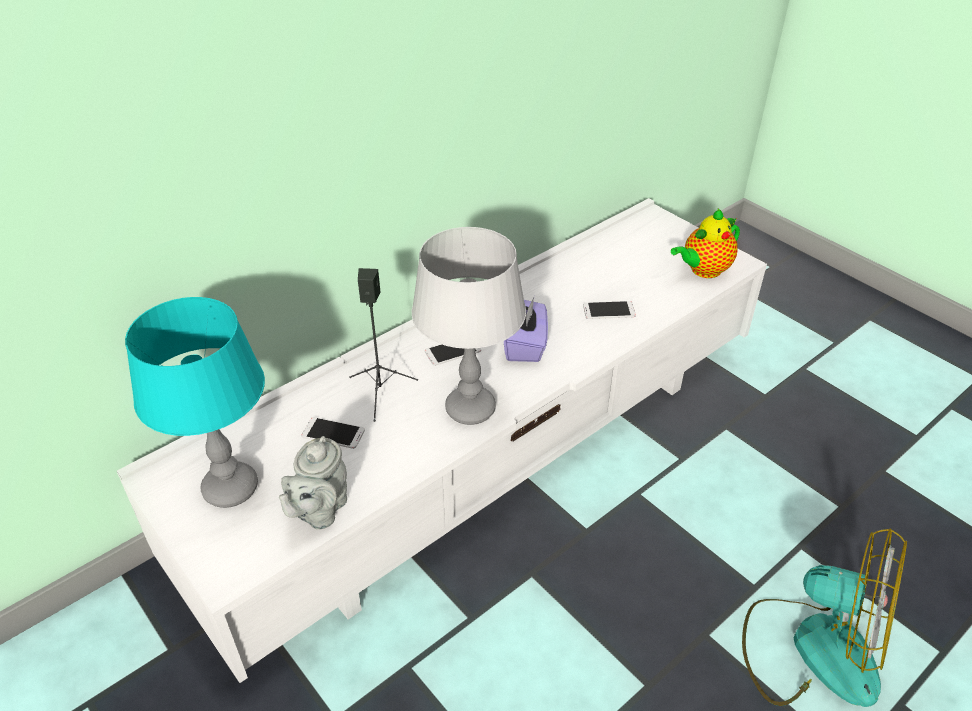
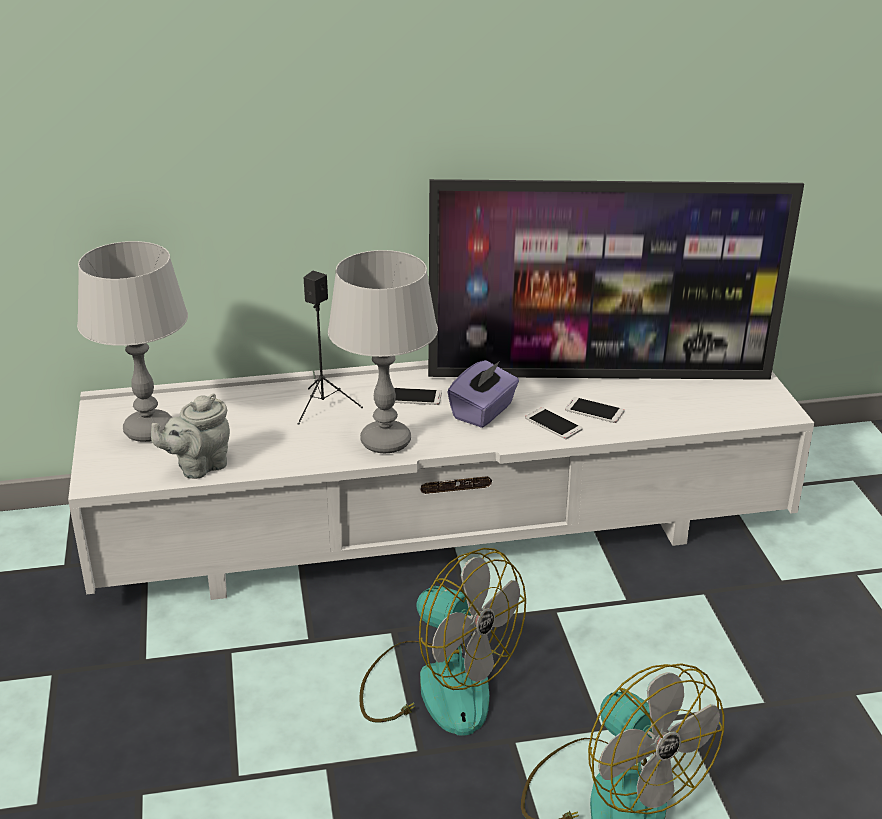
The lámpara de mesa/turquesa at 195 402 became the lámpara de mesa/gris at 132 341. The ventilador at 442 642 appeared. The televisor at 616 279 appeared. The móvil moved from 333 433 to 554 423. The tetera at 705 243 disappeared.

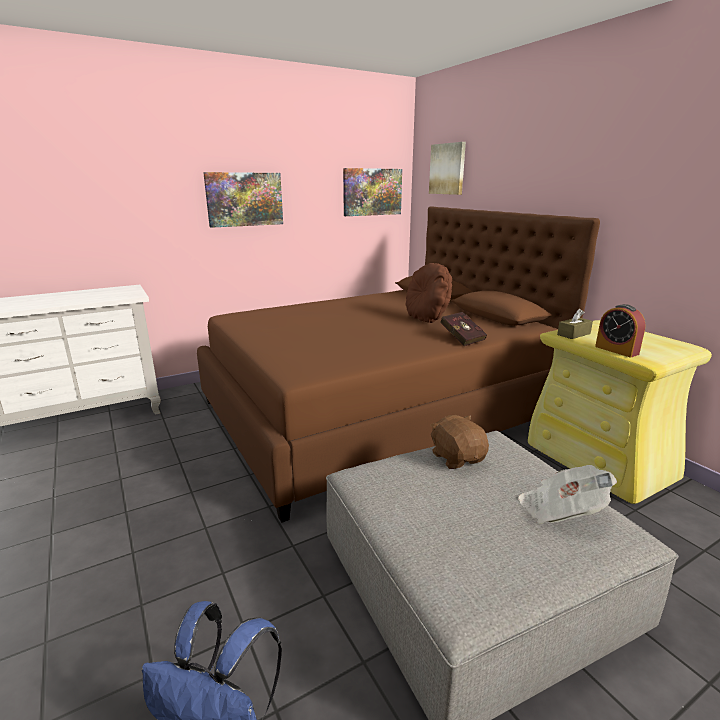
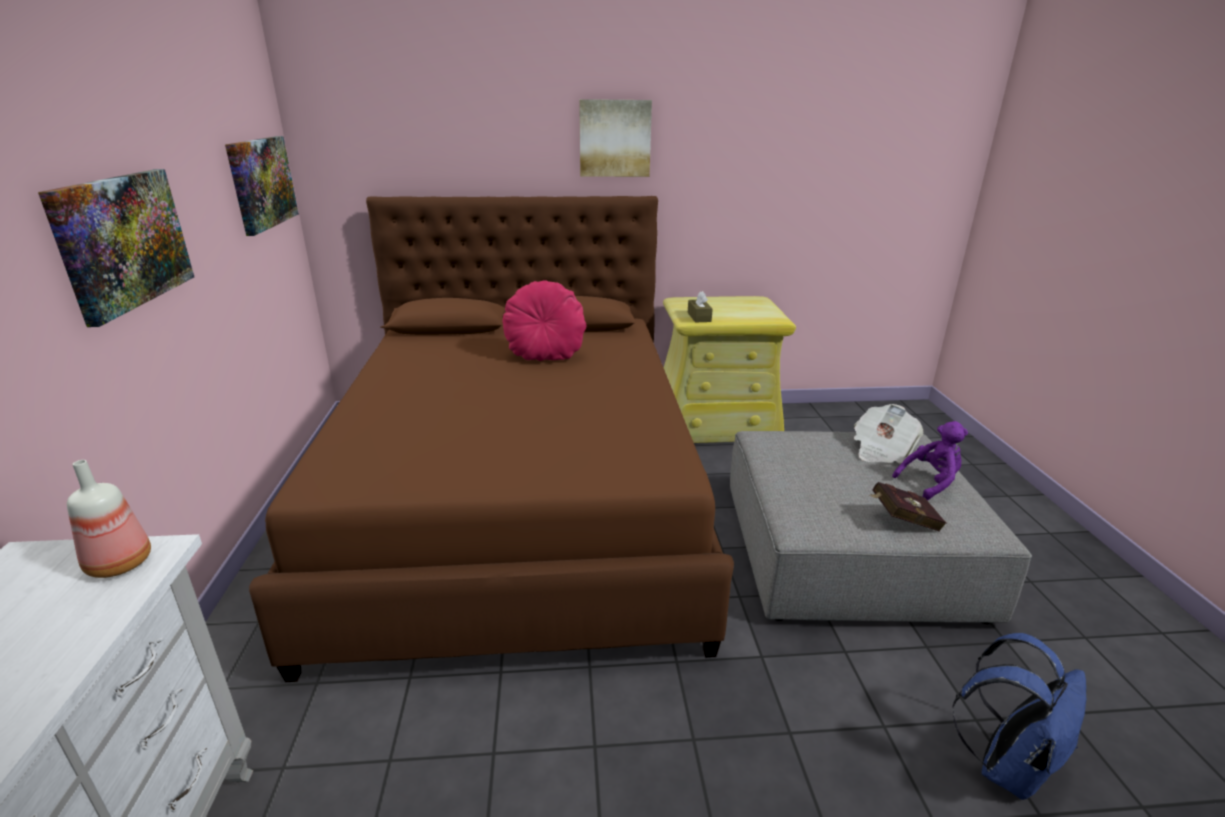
The botella at 109 519 appeared. The cojín/marrón at 429 293 became the cojín/rosa at 544 321. The cuadro moved from 447 168 to 615 138. The libro/rojo moved from 463 329 to 908 507. The peluche/morado at 930 460 appeared. The peluche/marrón at 459 442 disappeared. The despertador at 620 330 disappeared.

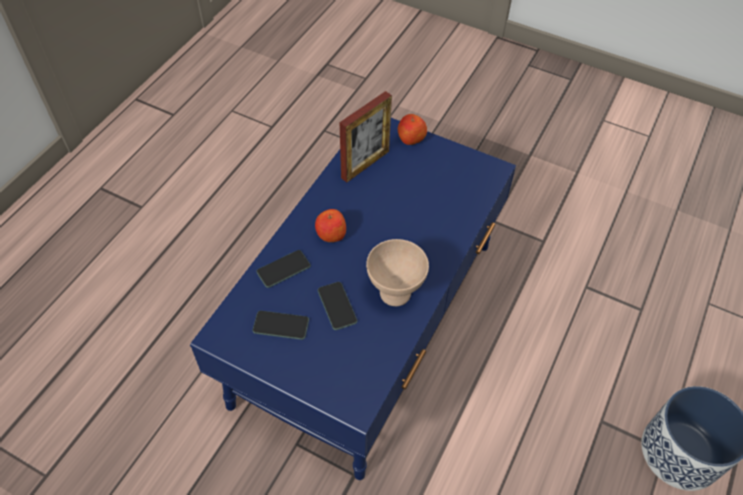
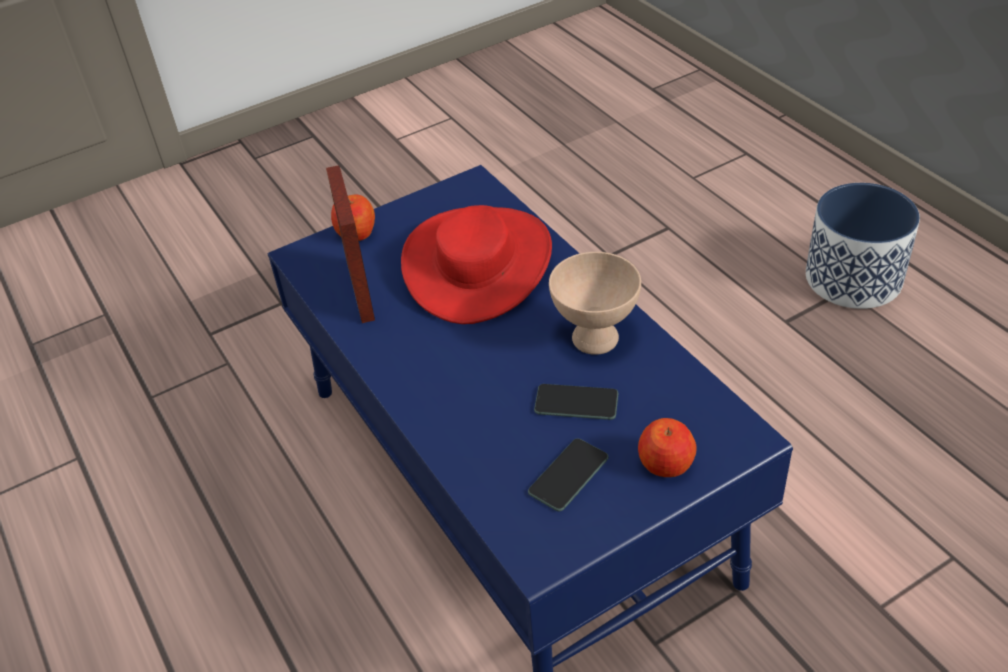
The sombrero/rojo at 476 264 appeared. The manzana moved from 330 225 to 667 447. The móvil at 283 269 disappeared.

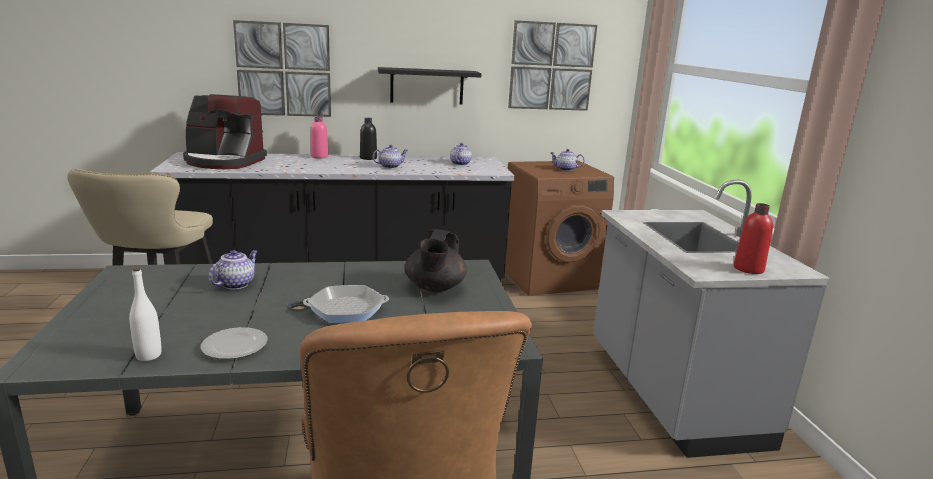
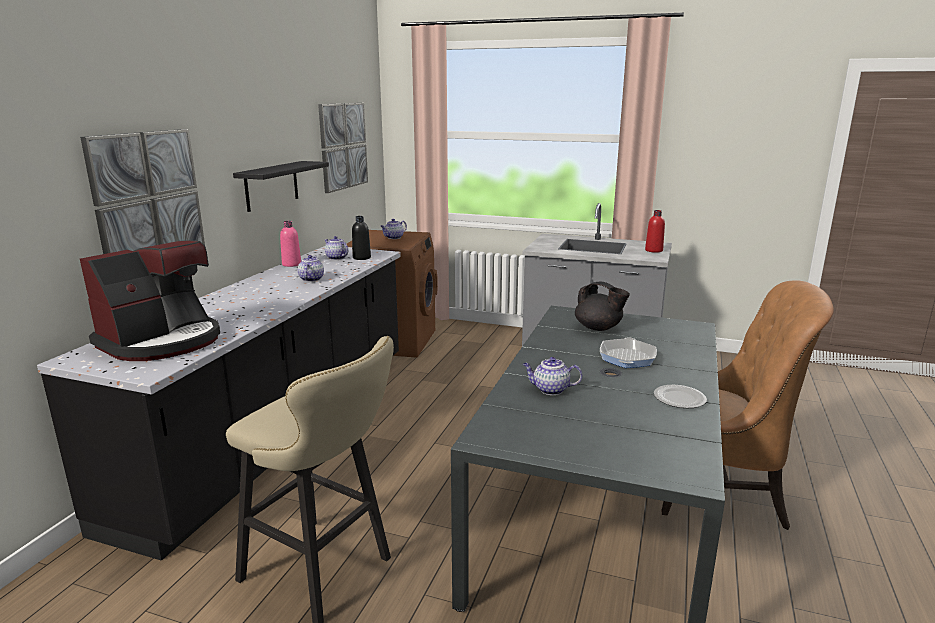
The botella/rosa moved from 320 137 to 290 244. The botella/negro moved from 368 139 to 361 238. The tetera at 233 269 turned 45 degrees counterclockwise. The botella/blanco at 145 314 disappeared.

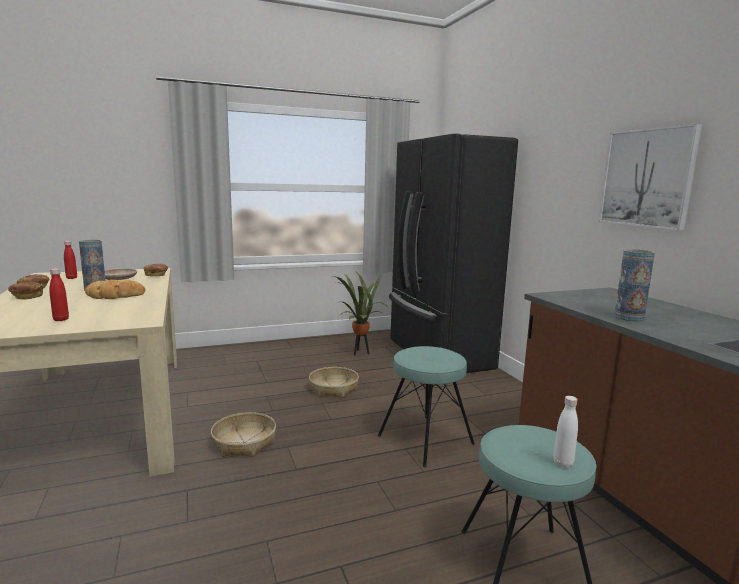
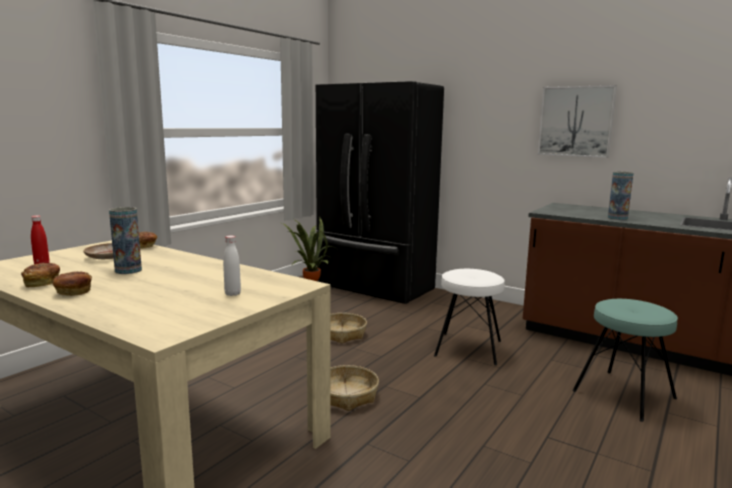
The botella/blanco moved from 565 432 to 232 265. The taburete/turquesa at 426 406 became the taburete/blanco at 469 317. The botella/rojo at 59 294 disappeared. The pan at 115 289 disappeared.

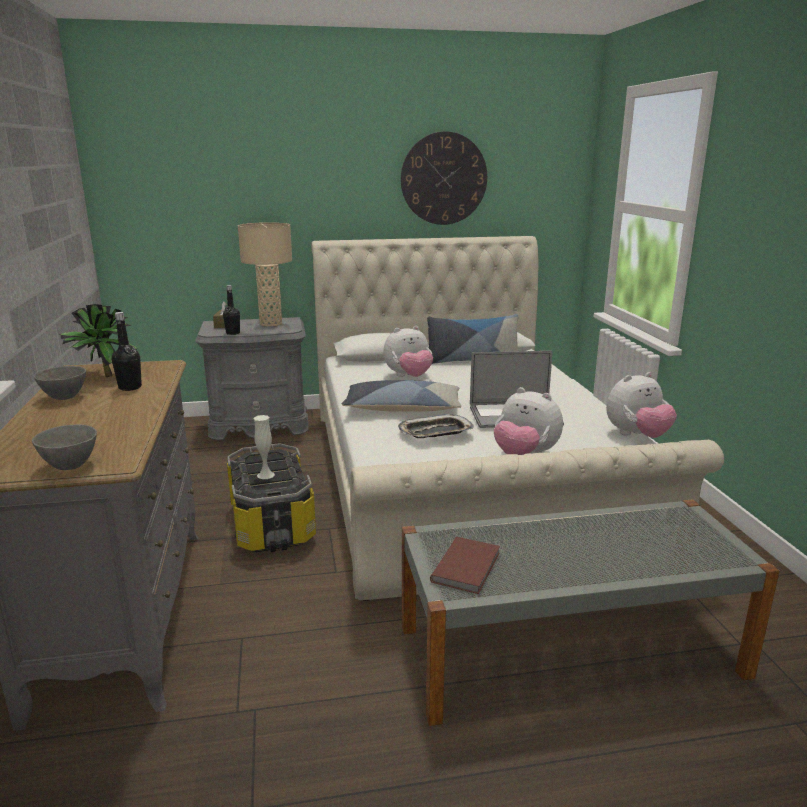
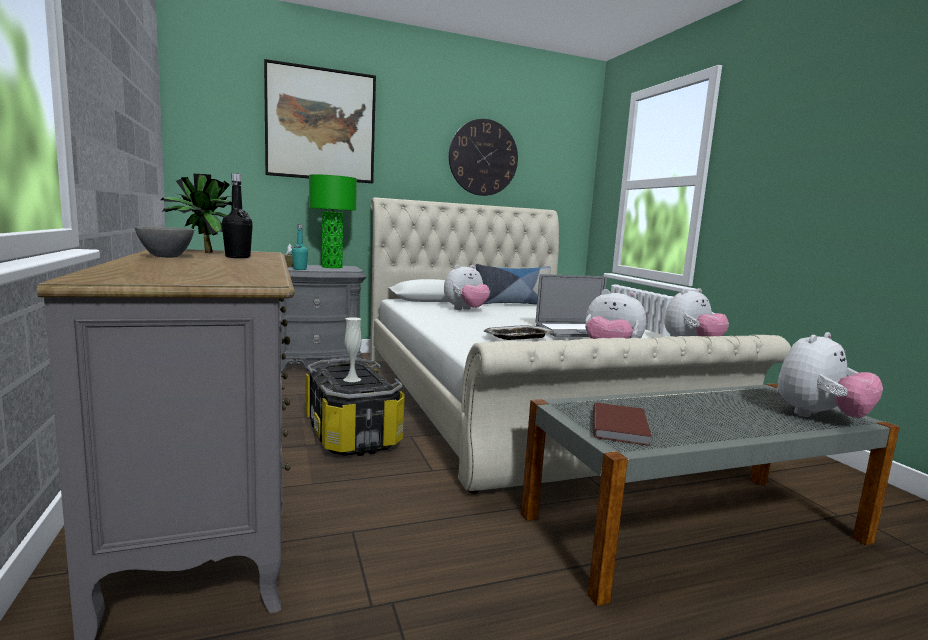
The cuadro at 320 121 appeared. The botella/negro at 231 310 became the botella/turquesa at 300 247. The lámpara de mesa/beis at 265 274 became the lámpara de mesa/verde at 333 221. The peluche at 830 375 appeared. The cuenco/gris at 64 447 disappeared. The cojín at 401 396 disappeared.

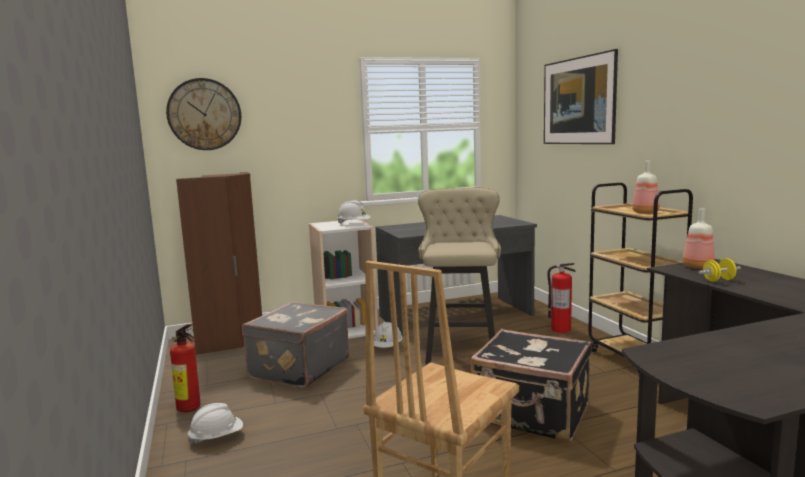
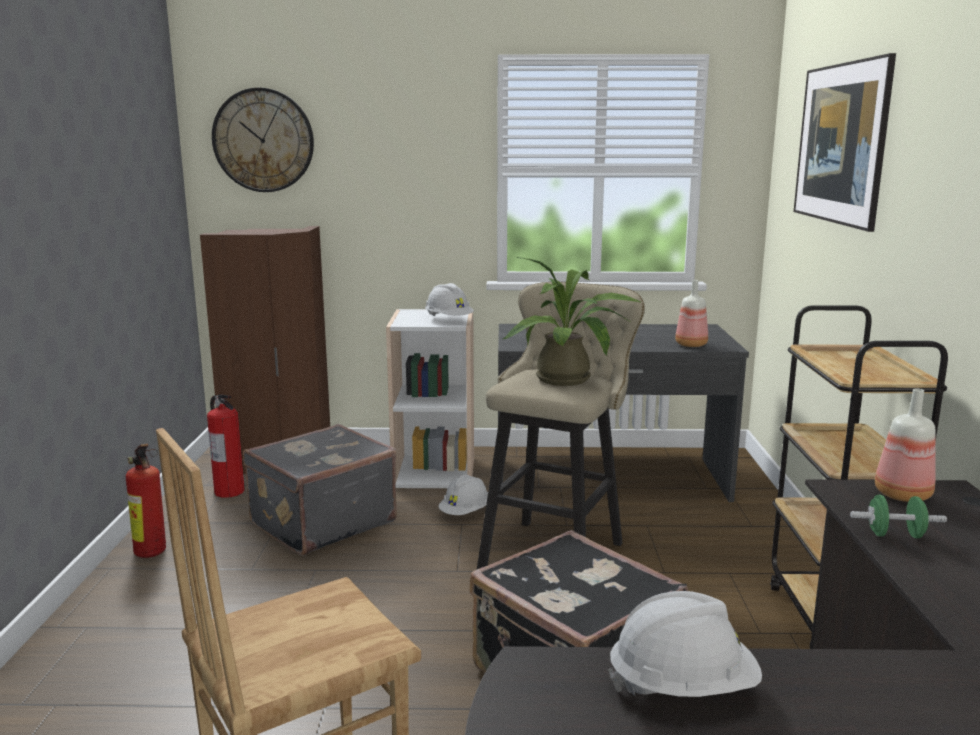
The extintor moved from 561 298 to 226 446. The planta en maceta at 572 321 appeared. The casco/blanco moved from 215 424 to 685 644. The botella moved from 646 187 to 691 313. The mancuerna/amarillo at 720 270 became the mancuerna/verde at 898 516.

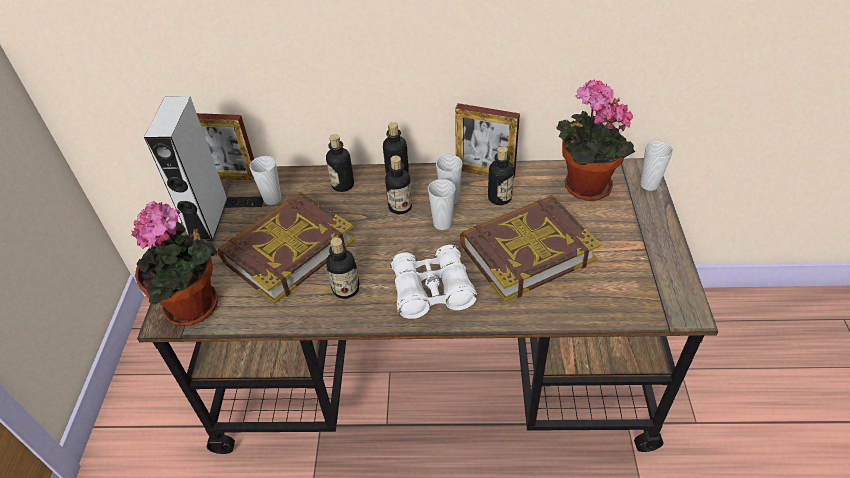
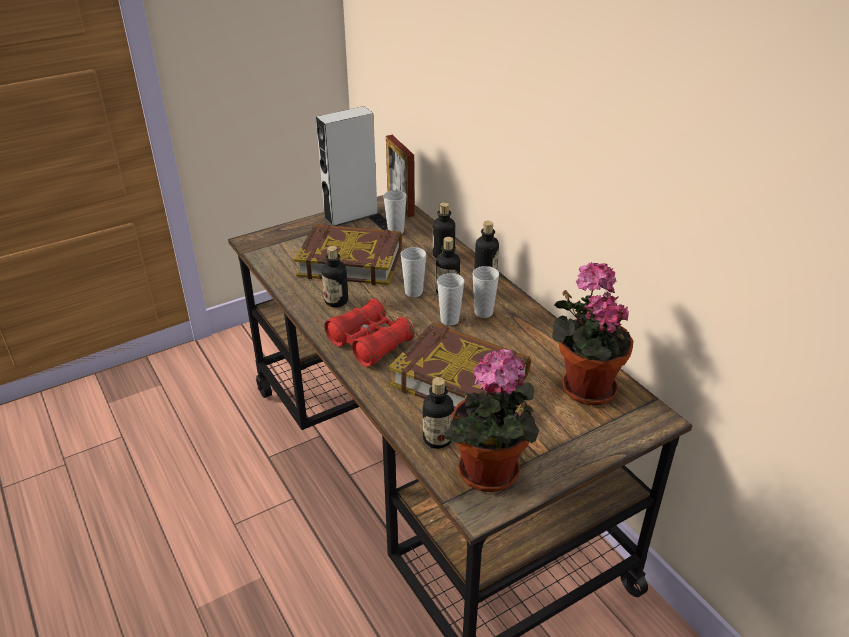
The prismáticos/blanco at 433 282 became the prismáticos/rojo at 369 333. The taza moved from 656 166 to 413 272. The botella moved from 501 175 to 438 413. The planta en maceta moved from 174 263 to 491 420. The portarretratos at 487 141 disappeared.

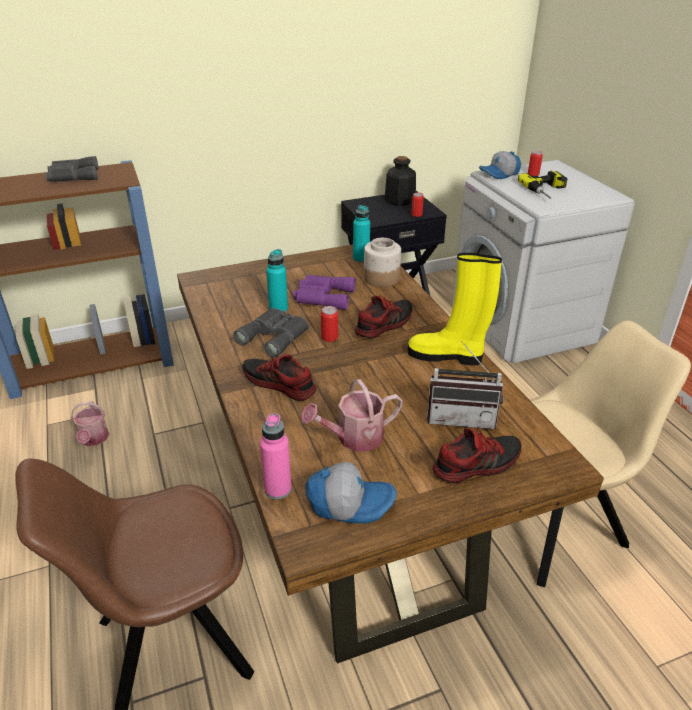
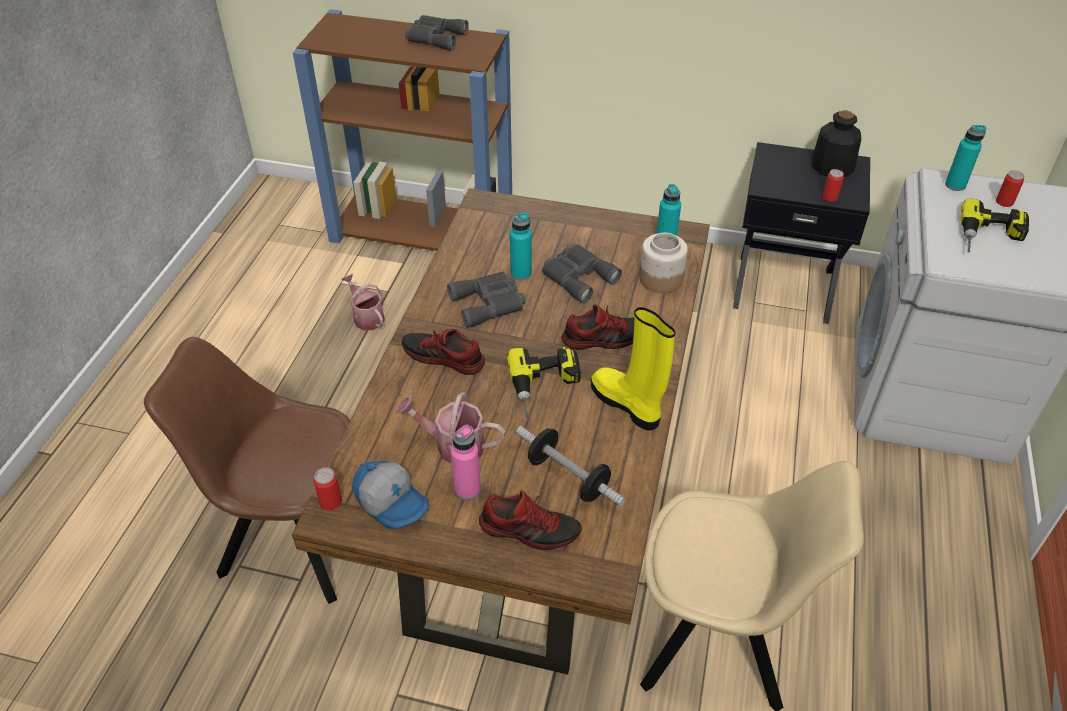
The lata moved from 329 324 to 327 488. The regadera at 90 423 turned 120 degrees clockwise. The zapato at 279 377 turned 45 degrees counterclockwise. The botella/rosa moved from 276 456 to 465 462. The taladro at 544 384 appeared. The radio at 465 385 was replaced by the mancuerna at 570 466. The prismáticos/morado at 324 292 became the prismáticos/gris at 582 274. The gorra at 500 165 was replaced by the botella/turquesa at 965 158.

